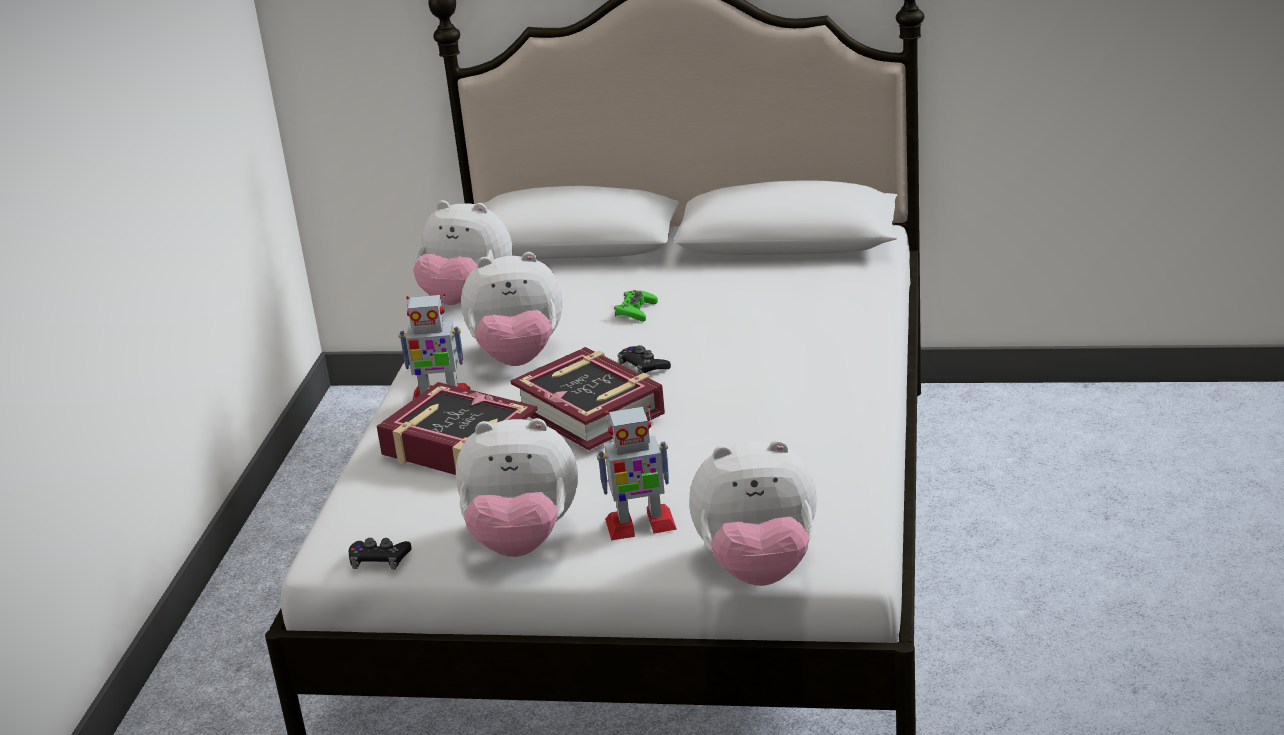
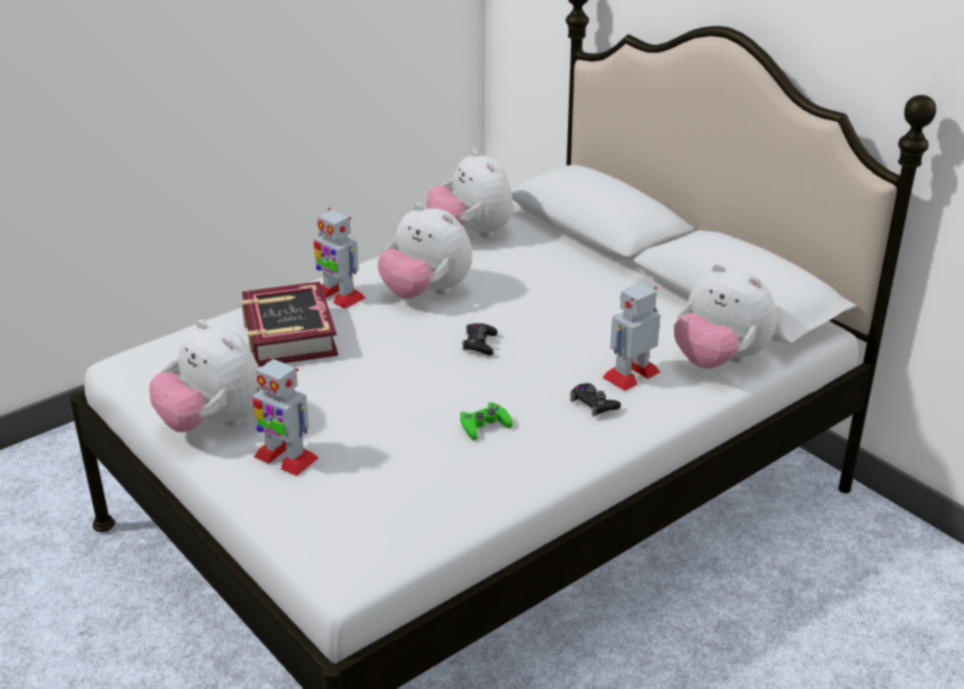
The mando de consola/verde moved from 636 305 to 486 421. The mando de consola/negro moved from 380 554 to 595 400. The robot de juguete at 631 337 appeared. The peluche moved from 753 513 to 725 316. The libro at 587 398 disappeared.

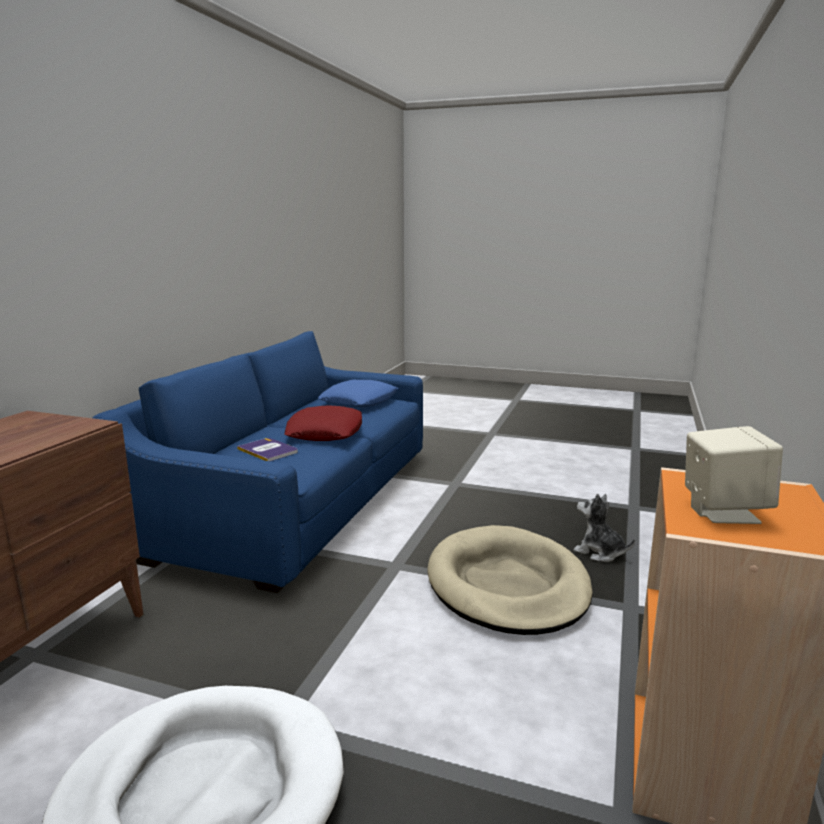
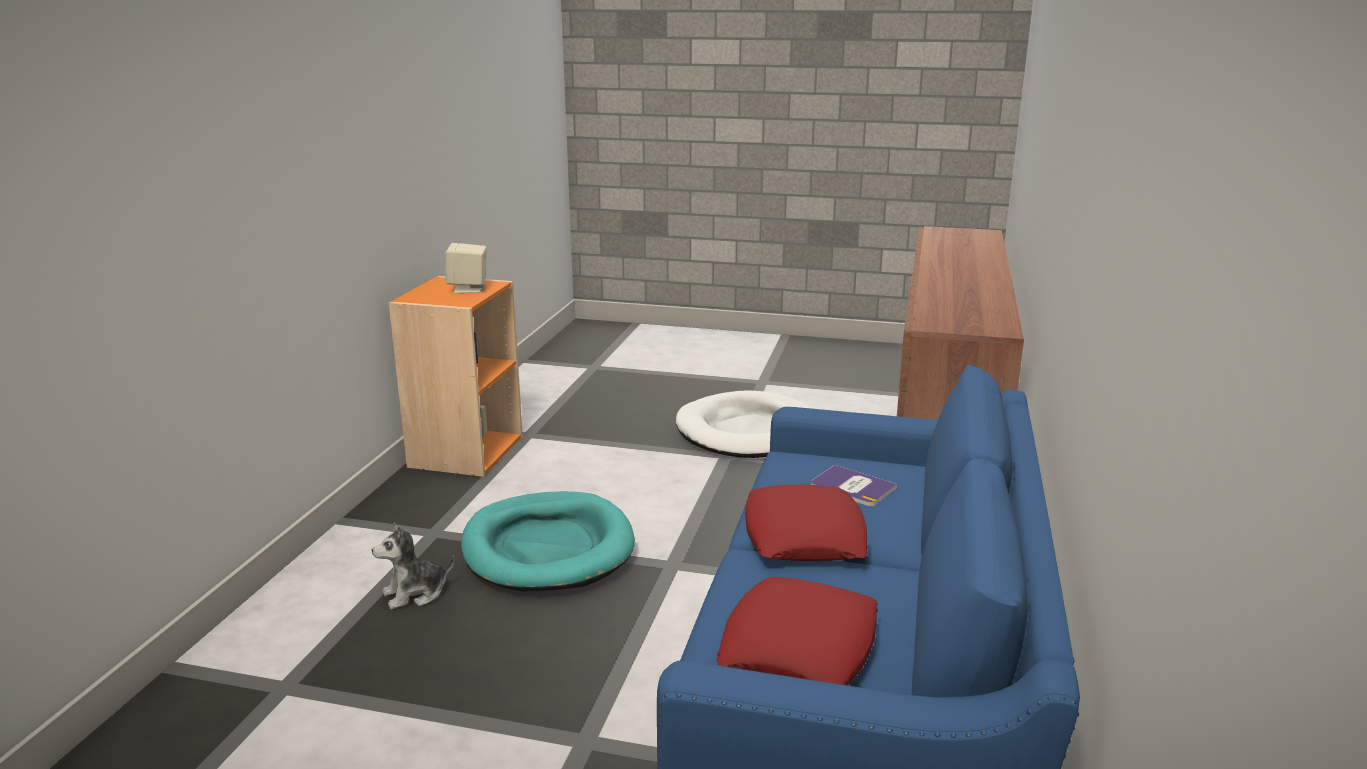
The peluche at 604 528 turned 120 degrees clockwise. The cama para perro/beis at 510 580 became the cama para perro/turquesa at 548 541. The cojín/azul at 358 394 became the cojín/rojo at 797 631.

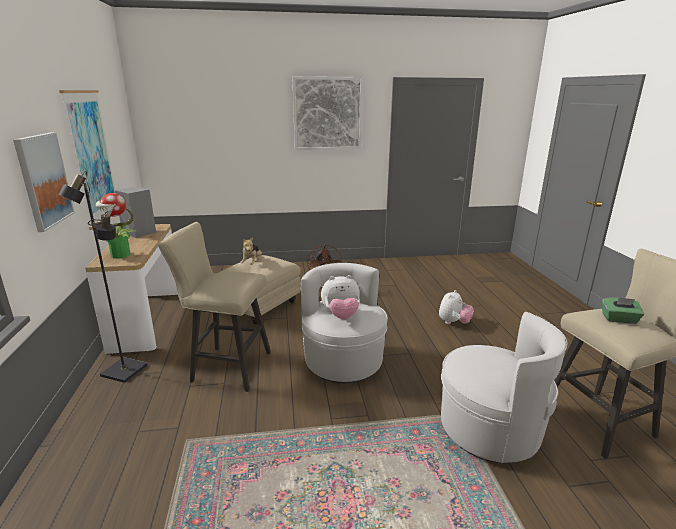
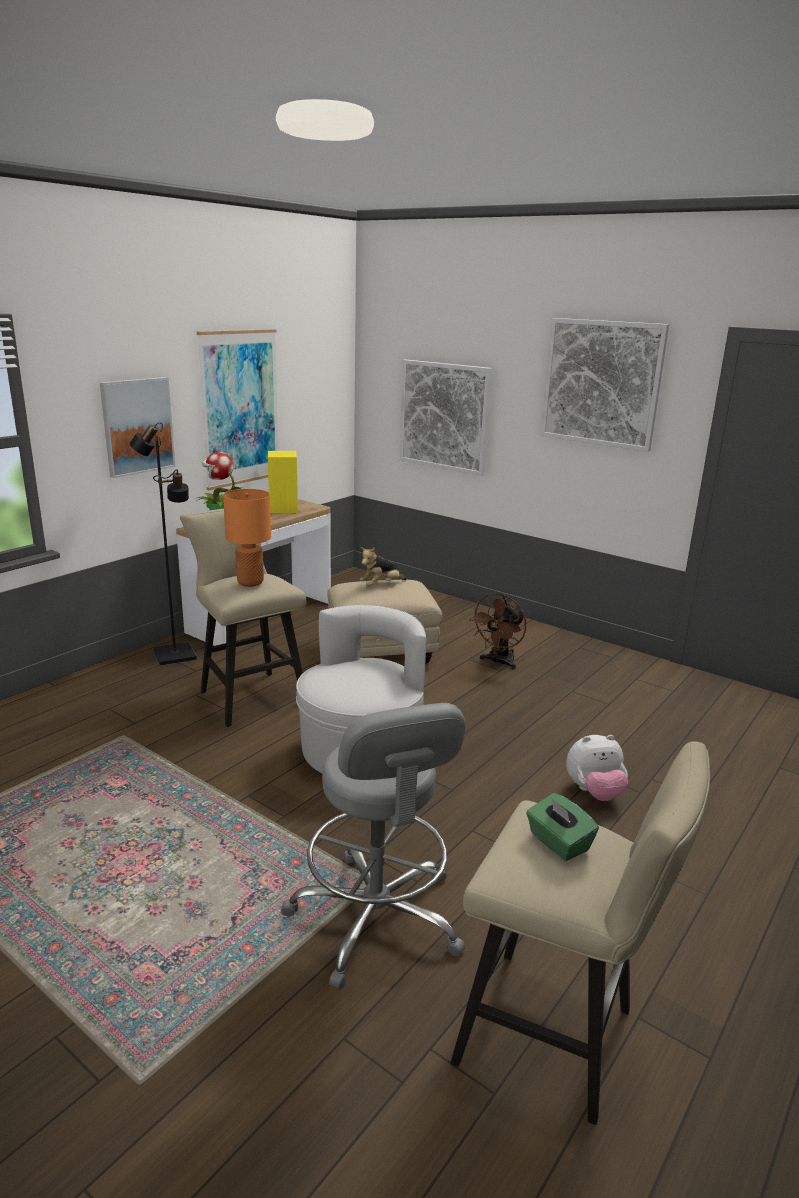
The lámpara de mesa/naranja at 247 538 appeared. The altavoz/gris at 135 212 became the altavoz/amarillo at 283 482. The sillón/blanco at 504 387 was replaced by the taburete/gris at 373 846. The cuadro at 446 418 appeared. The peluche at 340 297 disappeared.

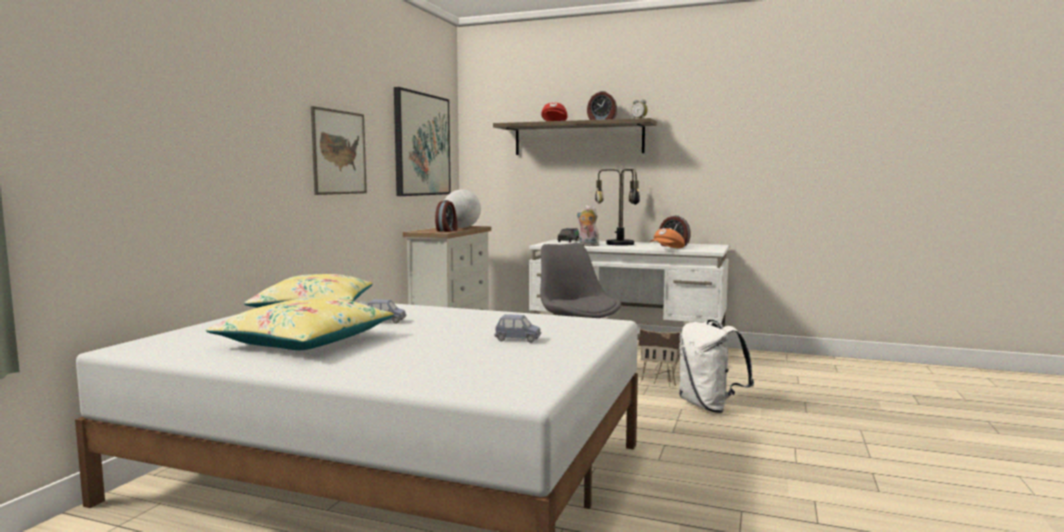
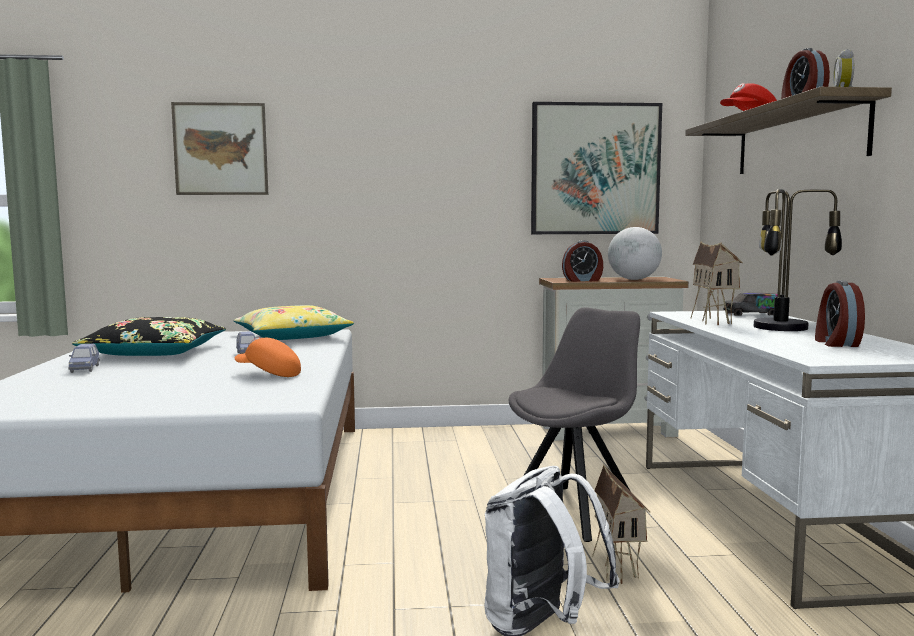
The coche de juguete/azul moved from 517 328 to 84 358. The cojín/amarillo at 300 323 became the cojín/negro at 149 336. The cuadro moved from 339 150 to 219 148. The gorra/naranja moved from 667 238 to 268 357. The peluche at 588 225 was replaced by the casita at 716 283.

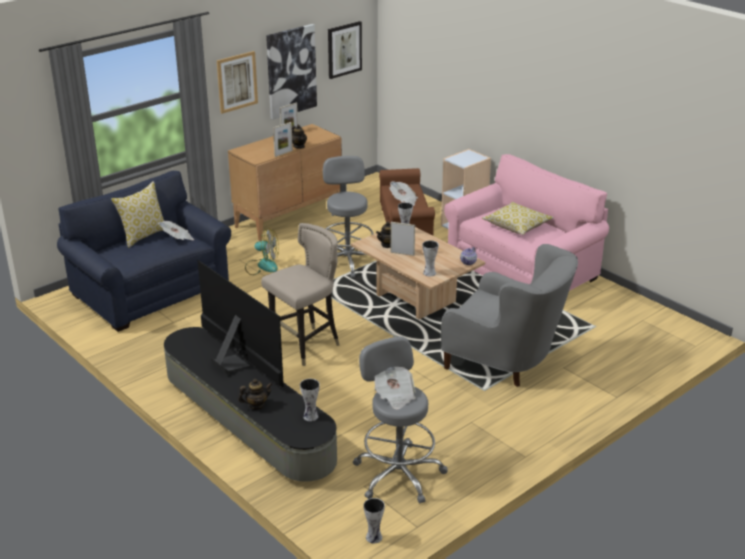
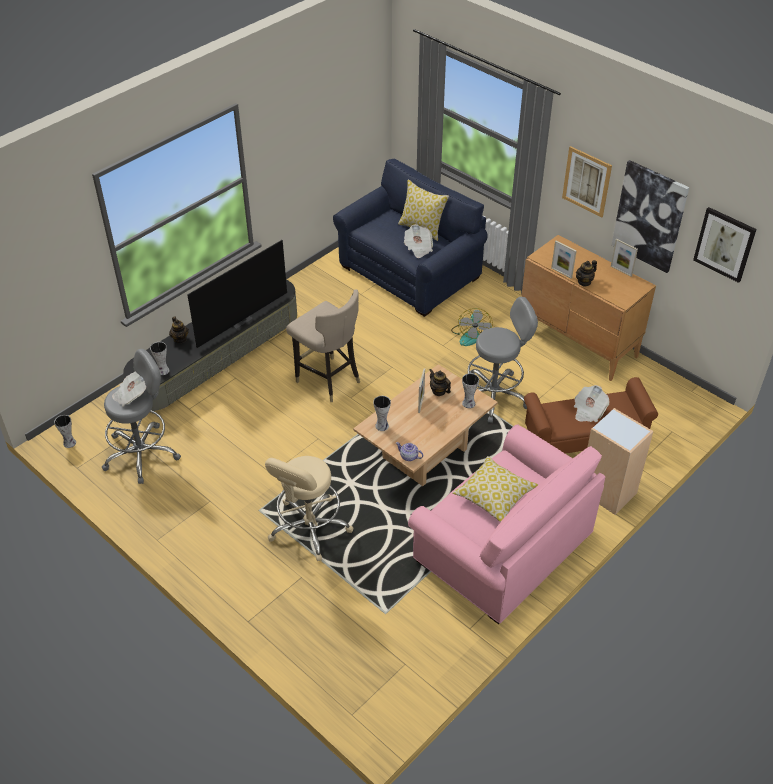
The sillón/gris at 509 315 was replaced by the taburete/beis at 309 508.

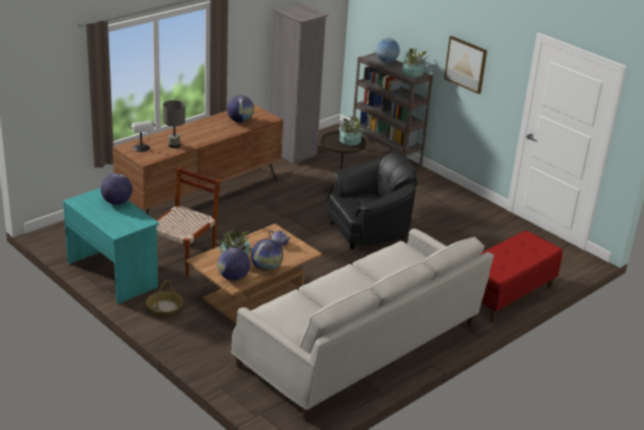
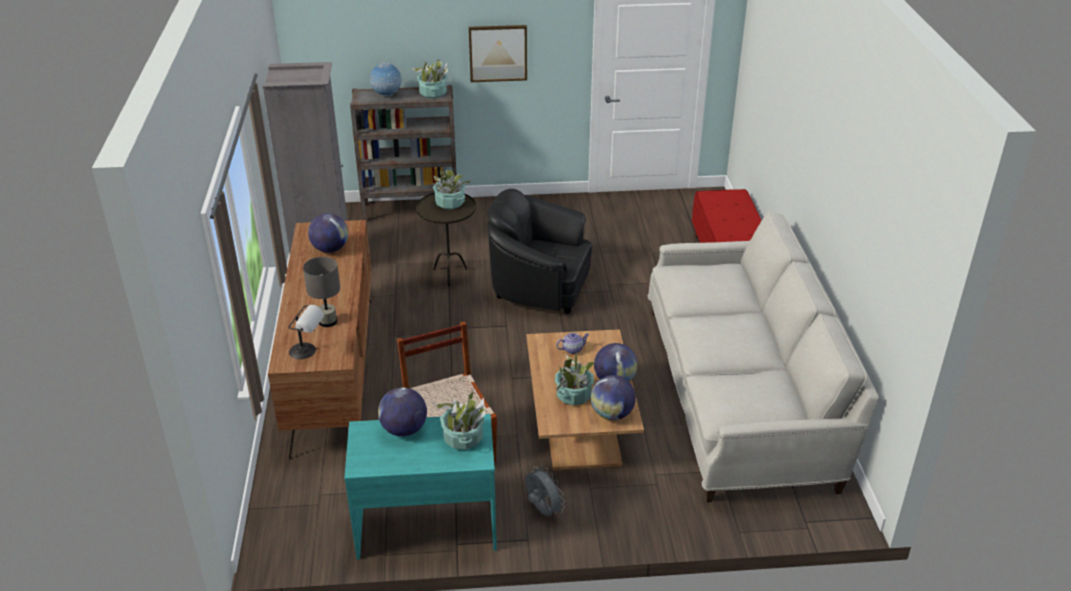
The planta en maceta at 459 420 appeared. The sillón/negro at 373 200 turned 90 degrees counterclockwise. The cesta at 164 297 was replaced by the ventilador/gris at 545 490.

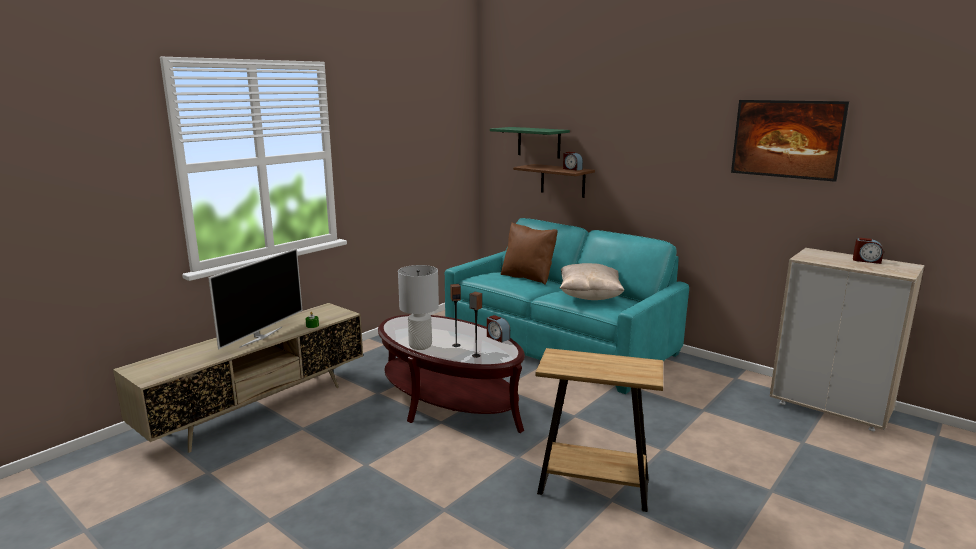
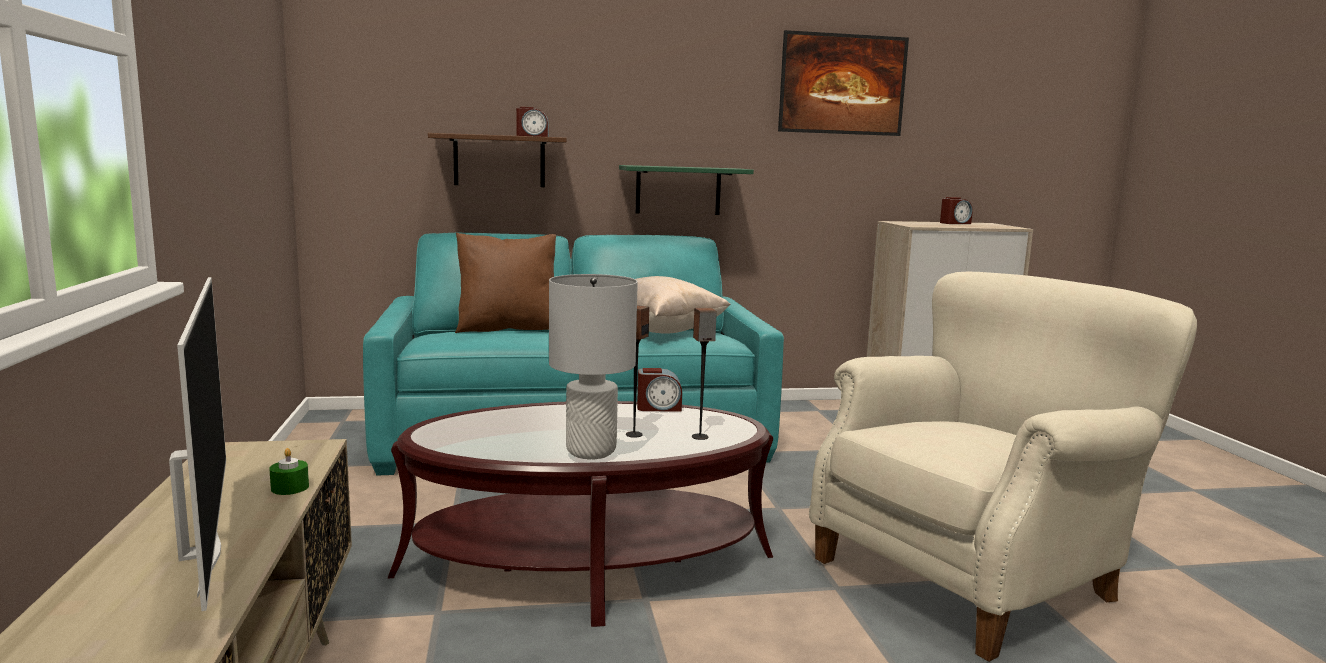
The estante/verde moved from 530 143 to 686 190. The mesa auxiliar/marrón at 599 430 was replaced by the sillón/beis at 1003 467.

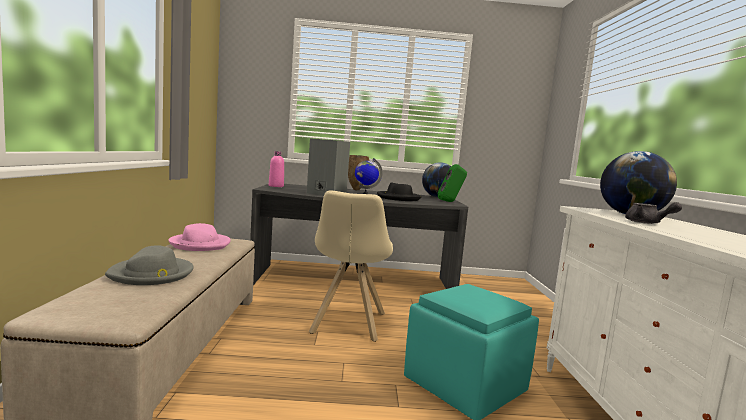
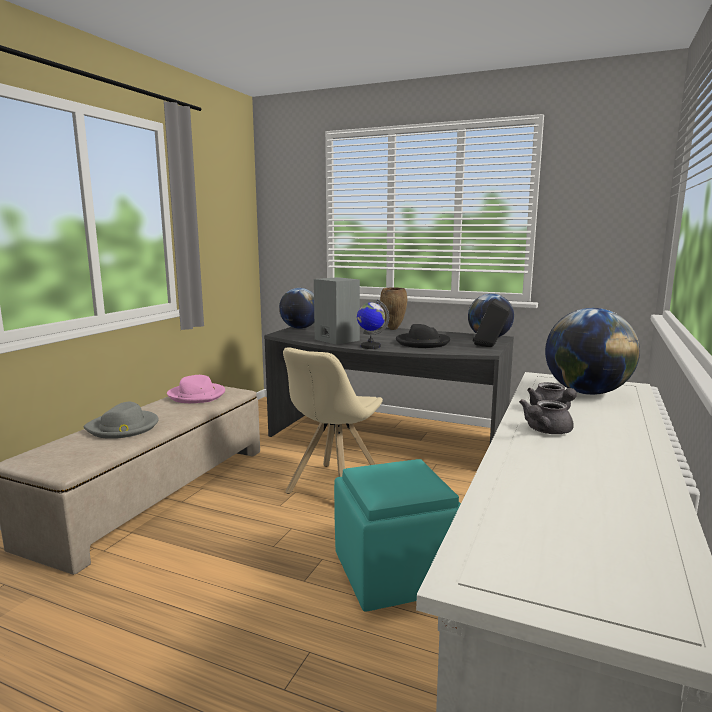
The botella/rosa at 276 169 was replaced by the globo terráqueo at 296 308. The altavoz/verde at 452 183 became the altavoz/negro at 491 323. The tetera/gris at 546 416 appeared.

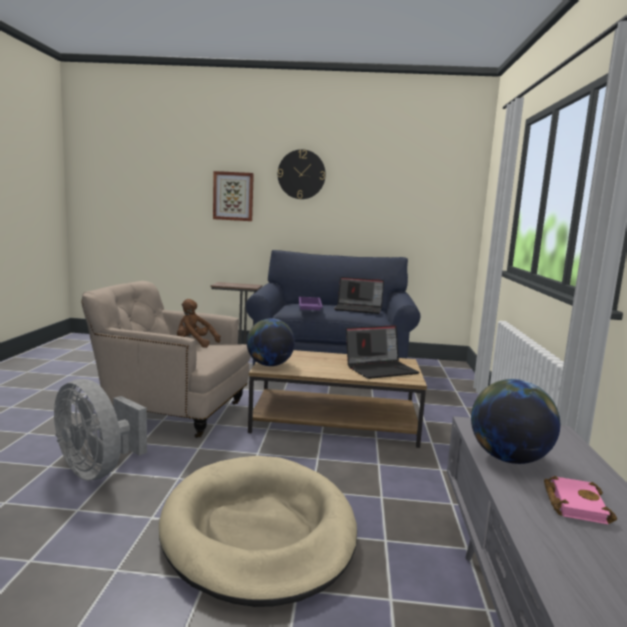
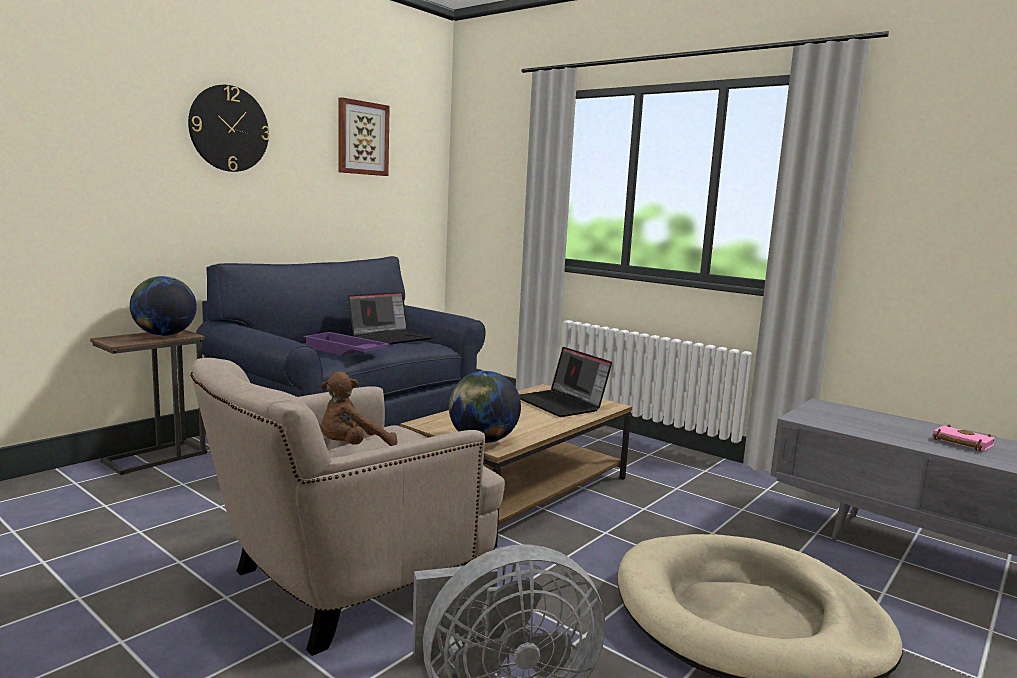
The globo terráqueo moved from 515 421 to 163 306. The cuadro moved from 233 196 to 364 136. The portátil at 382 352 turned 135 degrees clockwise.

